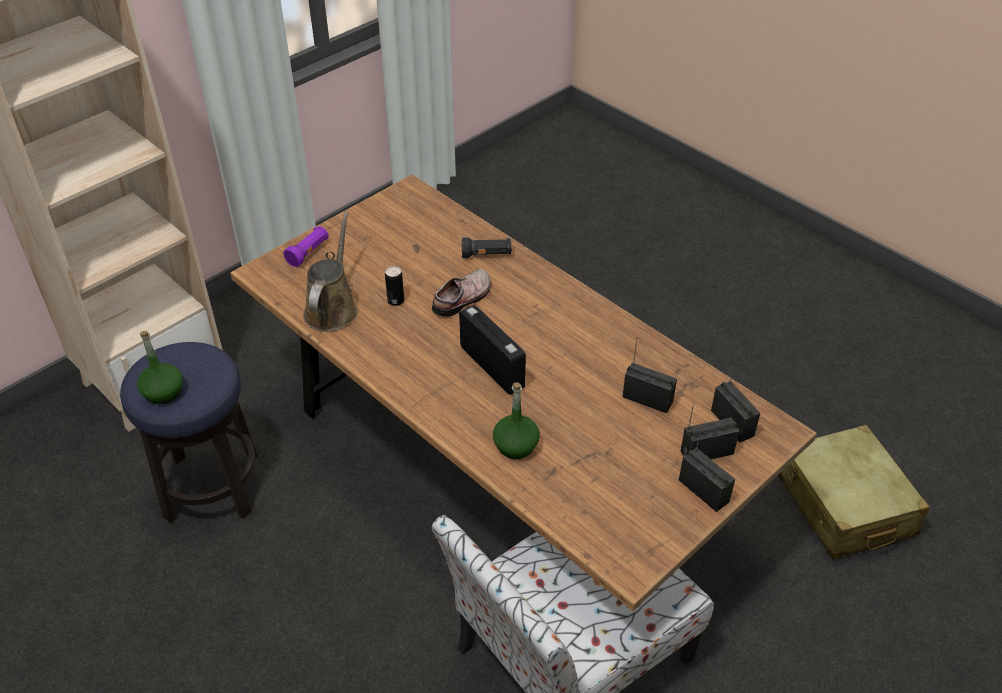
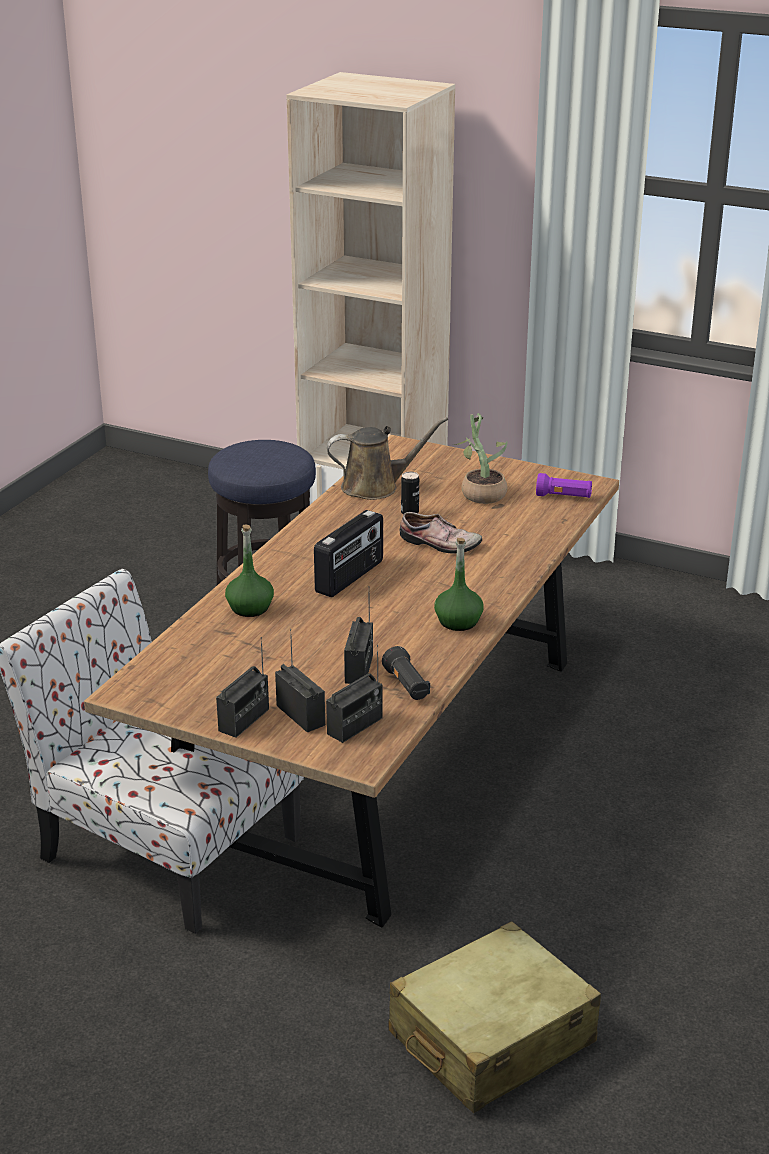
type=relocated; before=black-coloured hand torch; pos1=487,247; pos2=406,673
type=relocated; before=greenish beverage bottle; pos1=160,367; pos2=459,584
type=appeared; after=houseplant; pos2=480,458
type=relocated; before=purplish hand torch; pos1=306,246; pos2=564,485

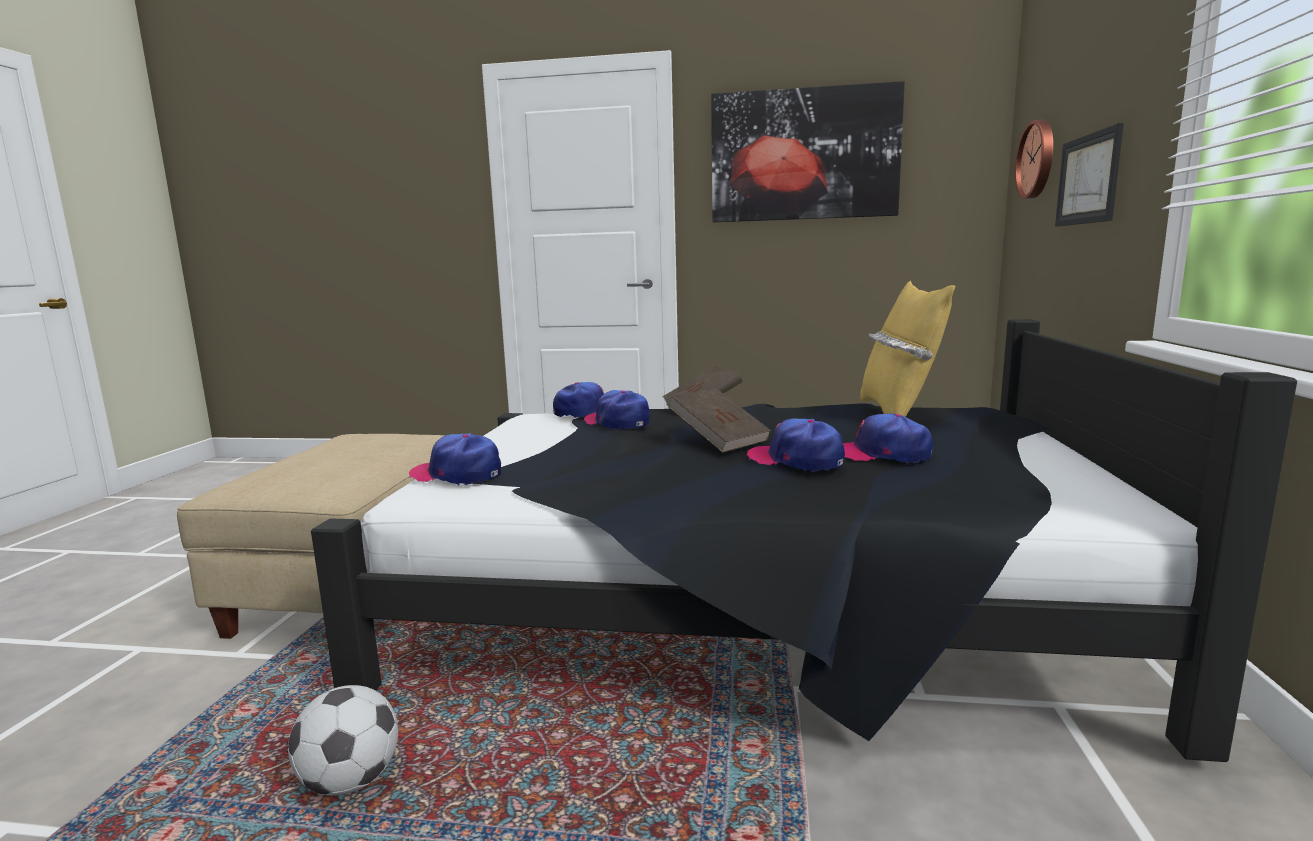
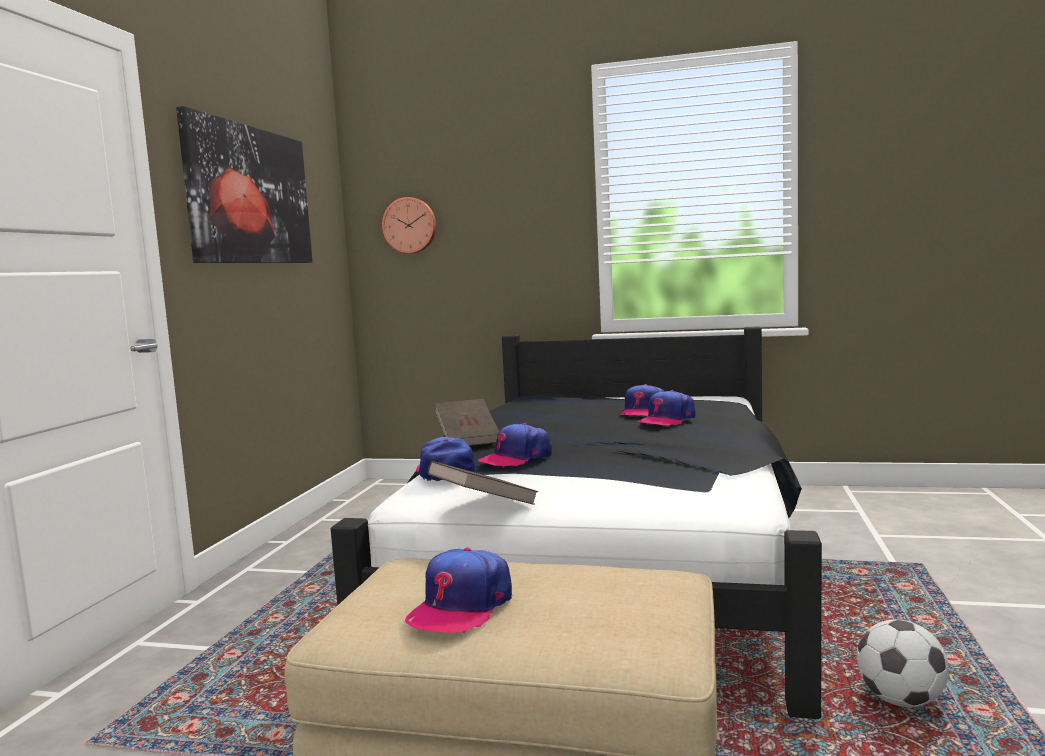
type=relocated; before=baseball cap; pos1=455,459; pos2=458,591
type=relocated; before=brown book; pos1=719,420; pos2=483,483
type=missing; before=yellow-coloured cushion; pos1=908,349
type=missing; before=picture; pos1=1089,175

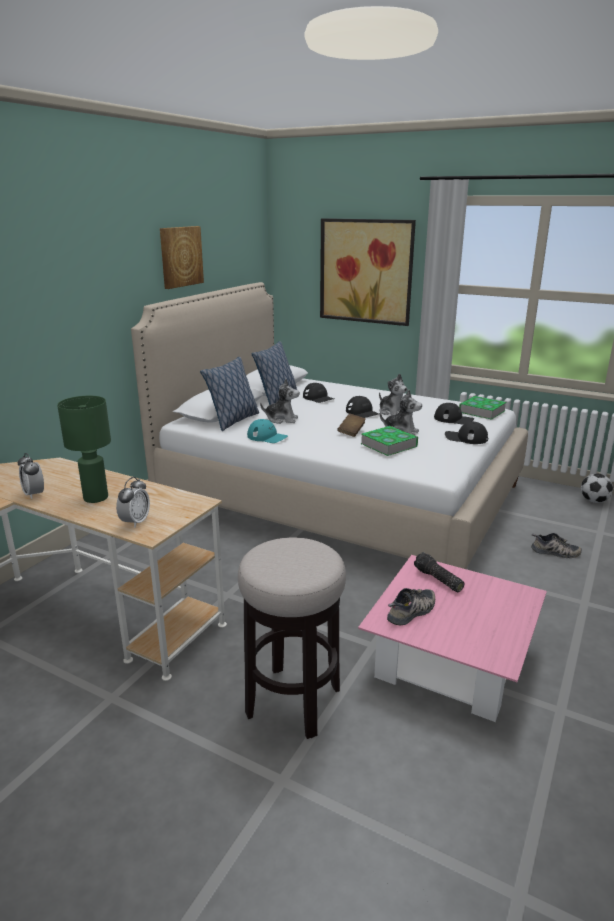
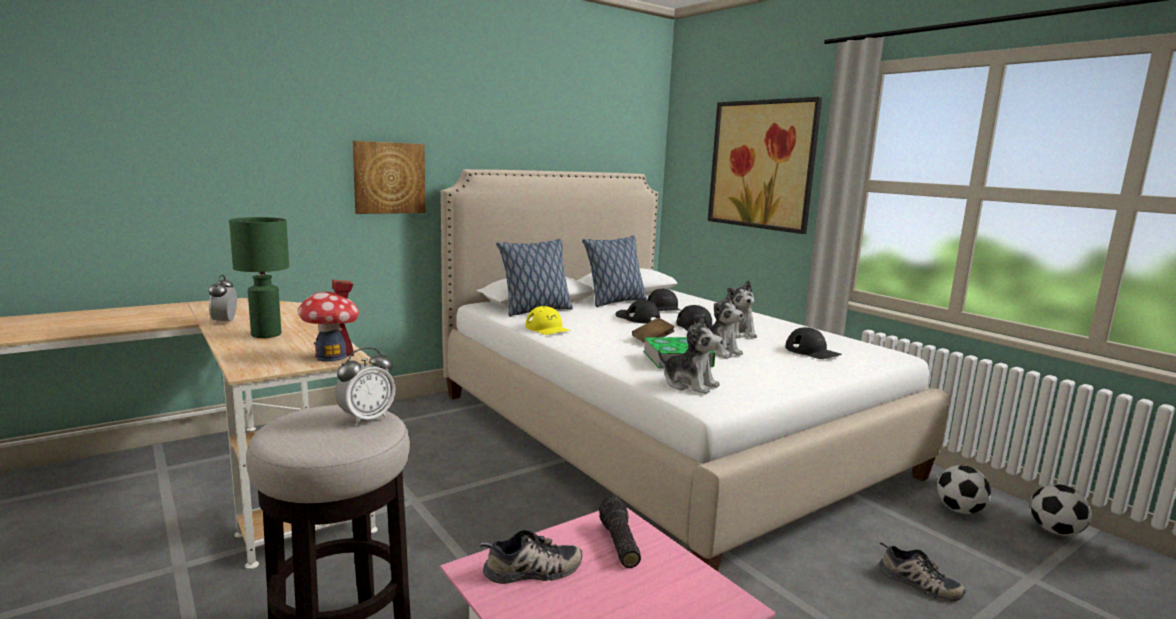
type=appeared; after=miniature house; pos2=328,321
type=relocated; before=bedside clock; pos1=133,502; pos2=365,386
type=relocated; before=picture; pos1=182,257; pos2=389,177
type=colour; before=blue-green baseball cap; after=yellow-coloured baseball cap; pos1=267,431; pos2=548,320
type=relocated; before=black-coloured baseball cap; pos1=466,433; pos2=637,311
type=relocated; before=plush toy; pos1=280,401; pos2=690,354
type=appeared; after=football ball; pos2=964,489
type=missing; before=book; pos1=483,408

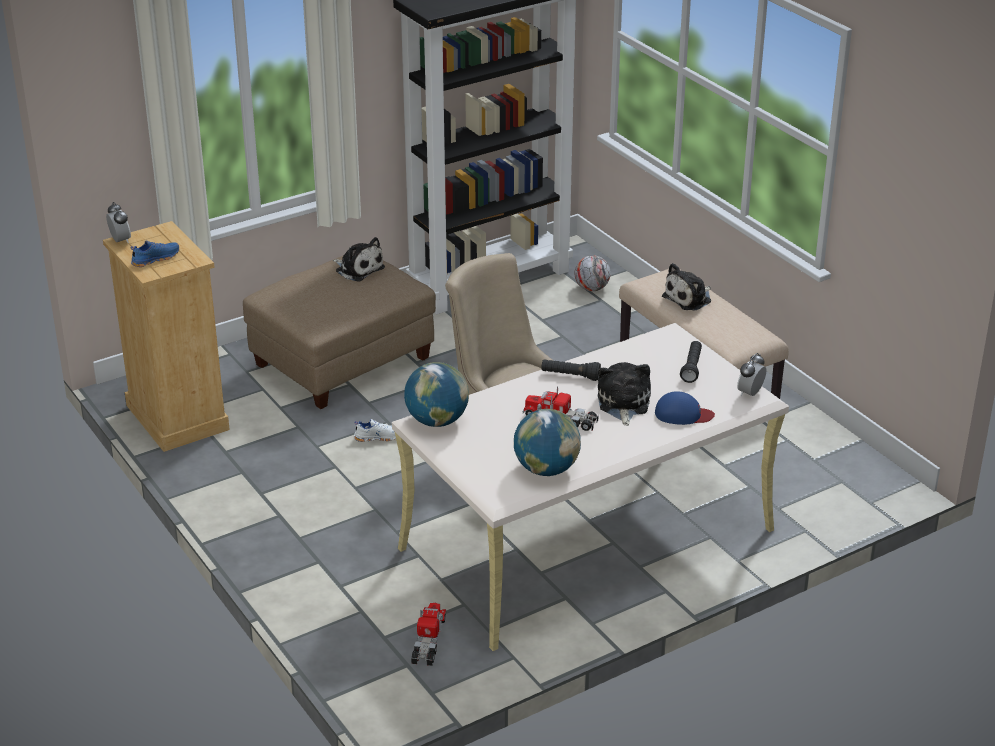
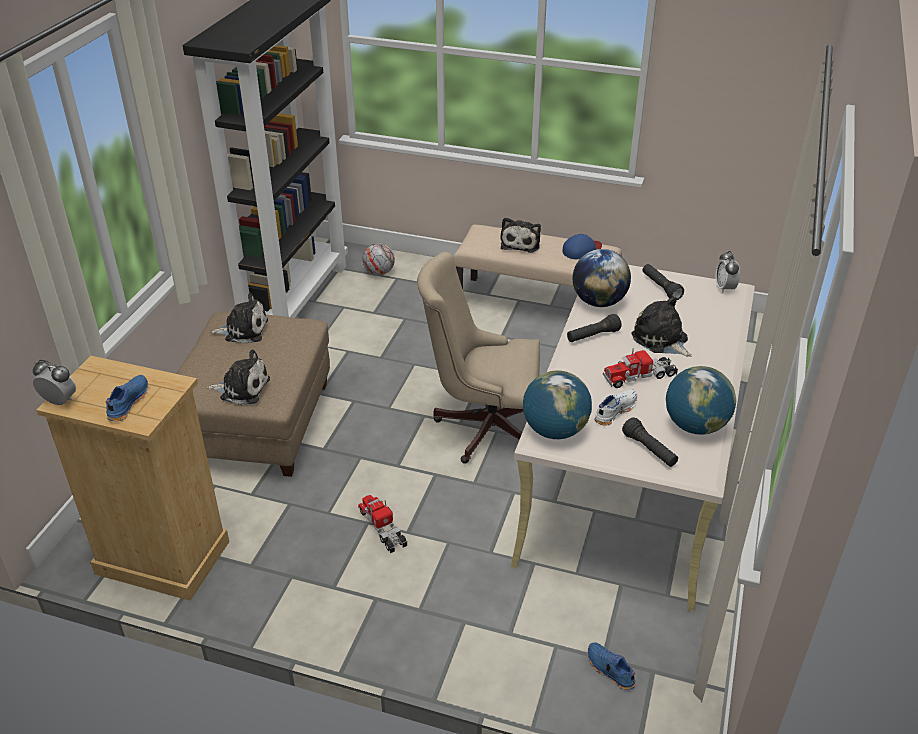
type=appeared; after=plush toy; pos2=238,377
type=relocated; before=model truck; pos1=428,634; pos2=382,524
type=relocated; before=blue baseball cap; pos1=685,408; pos2=582,246
type=appeared; after=globe; pos2=602,278
type=appeared; after=blue shoe; pos2=612,666
type=relocated; before=whitish shoe; pos1=375,430; pos2=615,408
type=appeared; after=black-coloured hand torch; pos2=650,442

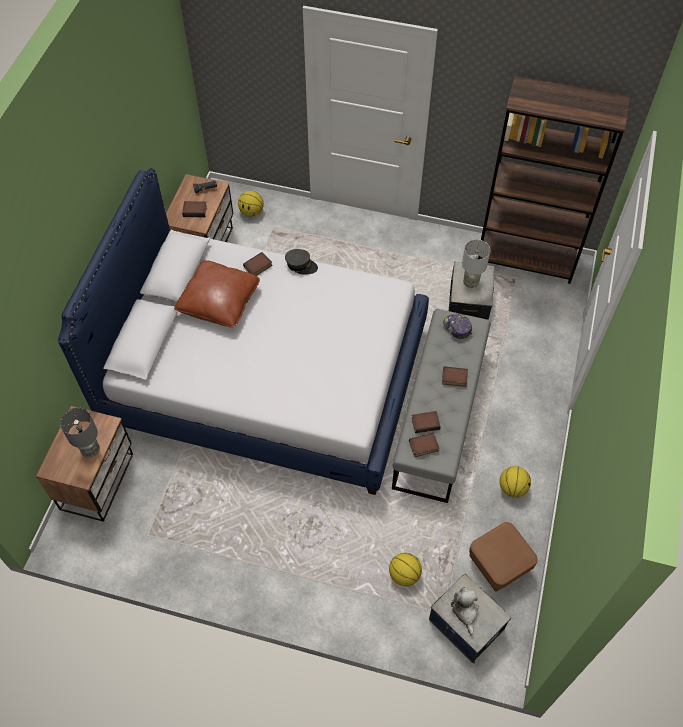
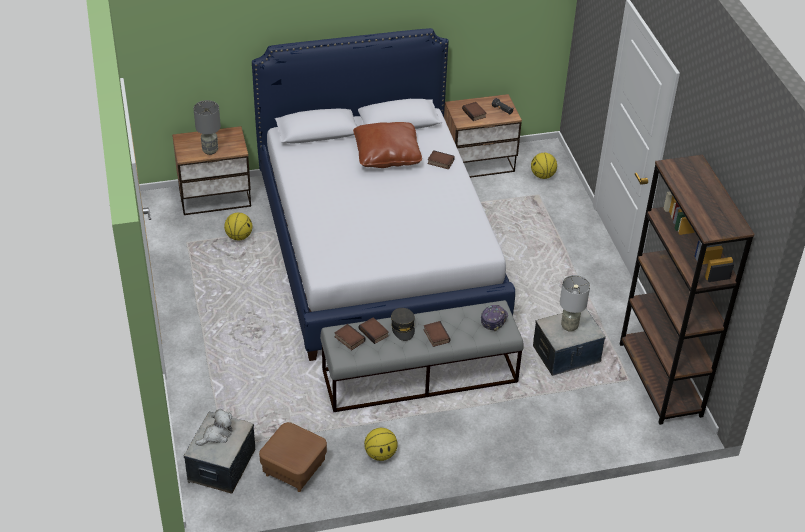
type=relocated; before=ball for basketball; pos1=405,569; pos2=238,226
type=relocated; before=grey baseball cap; pos1=301,261; pos2=403,324

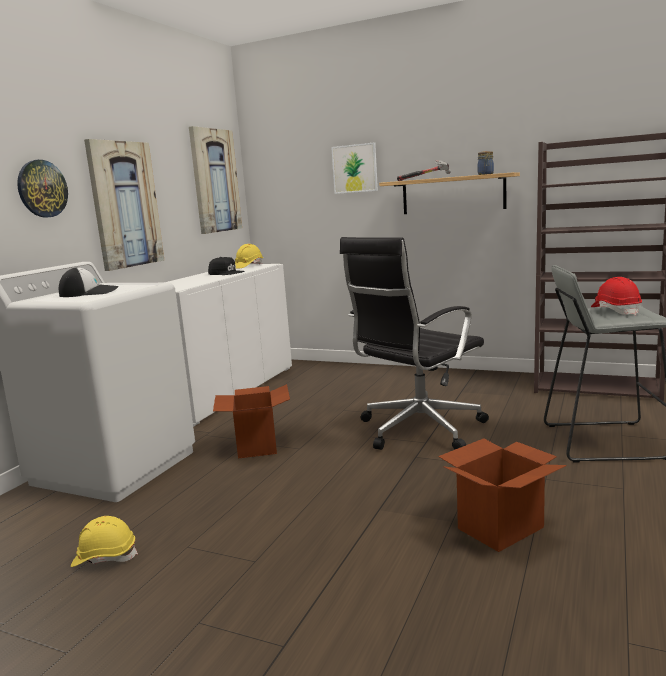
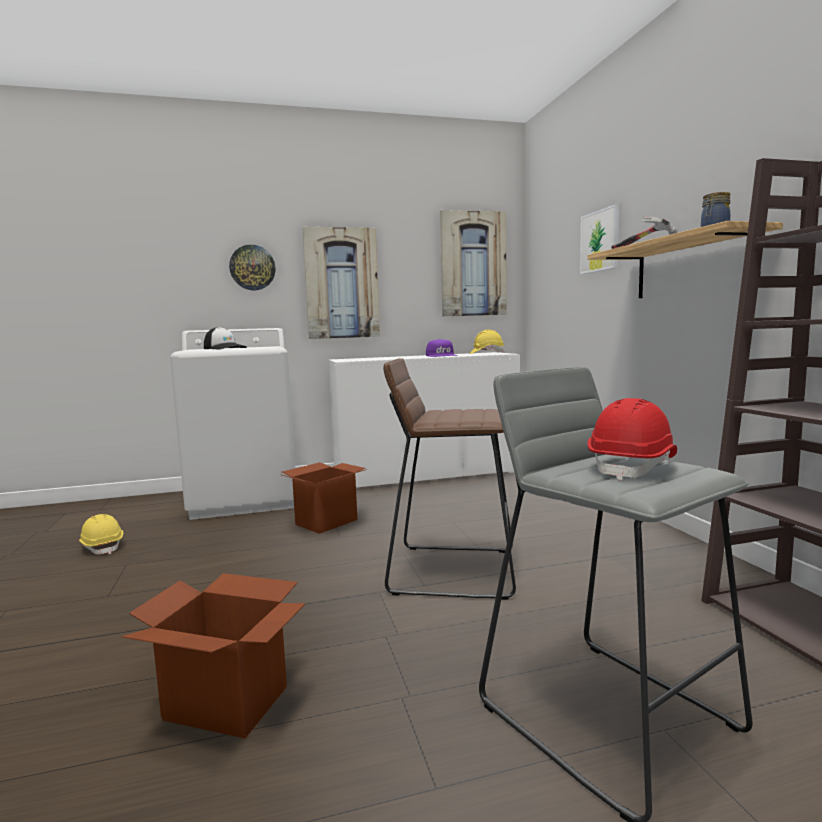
type=exchanged; before=black-coloured computer chair; after=brown stool seat; pos1=414,343; pos2=449,479
type=colour; before=black-coloured baseball cap; after=purplish baseball cap; pos1=226,266; pos2=441,348

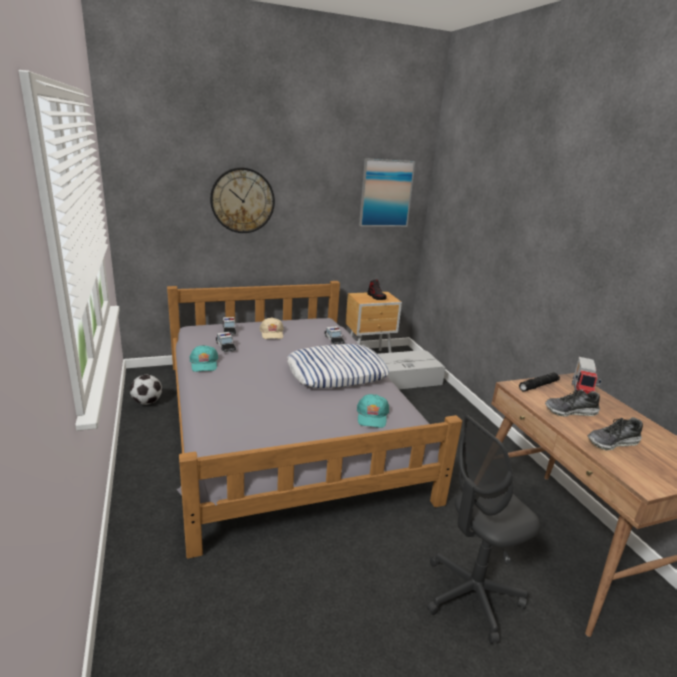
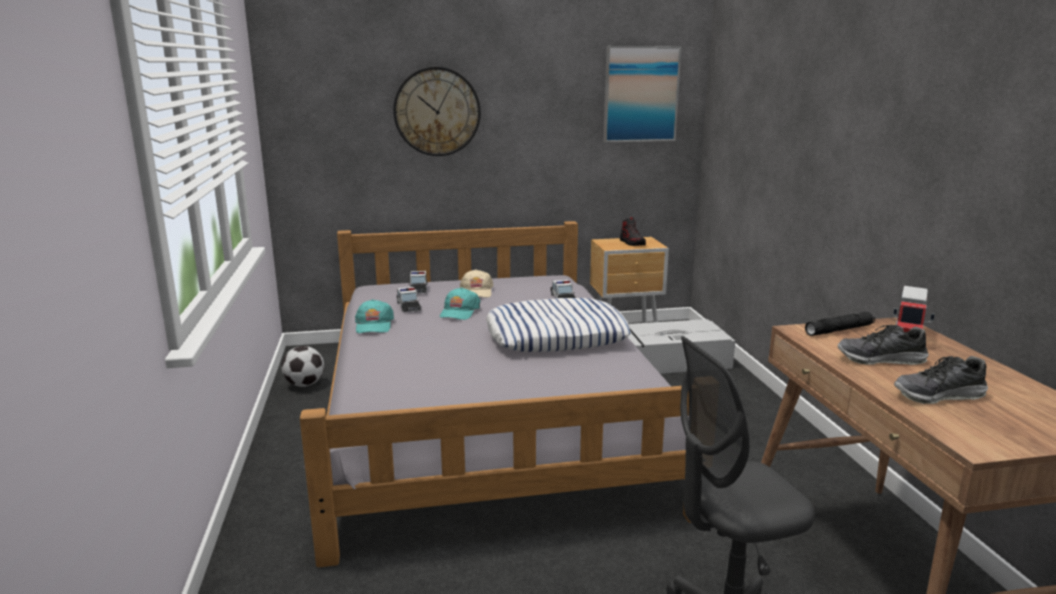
type=relocated; before=blue-green baseball cap; pos1=373,411; pos2=460,303

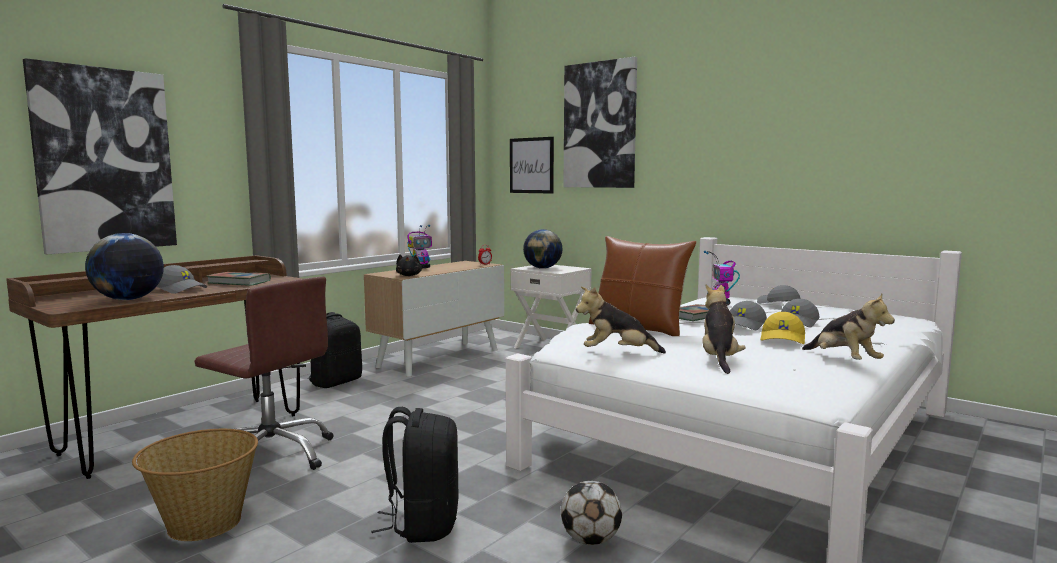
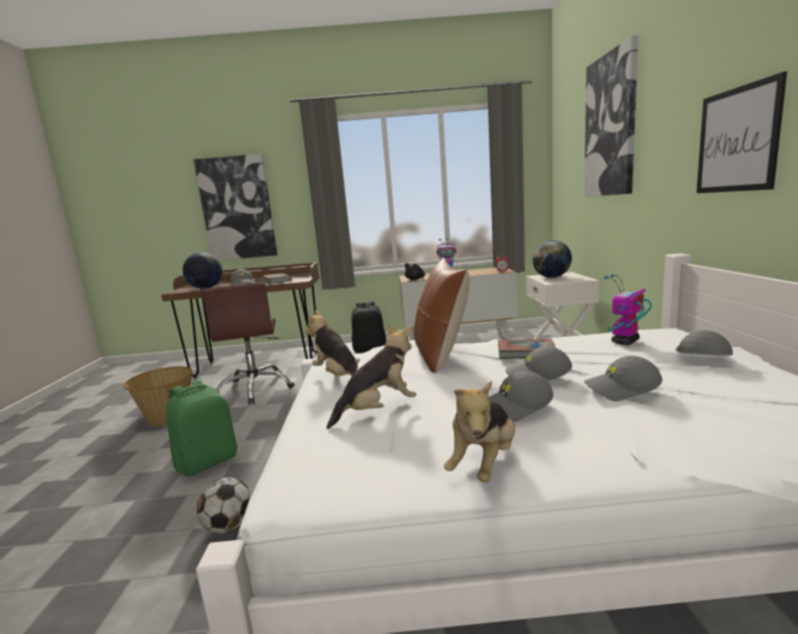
type=colour; before=black-coloured backpack; after=greenish backpack; pos1=414,475; pos2=201,428
type=colour; before=yellow-coloured baseball cap; after=grey baseball cap; pos1=783,328; pos2=521,396
type=relocated; before=picture; pos1=532,165; pos2=742,132

